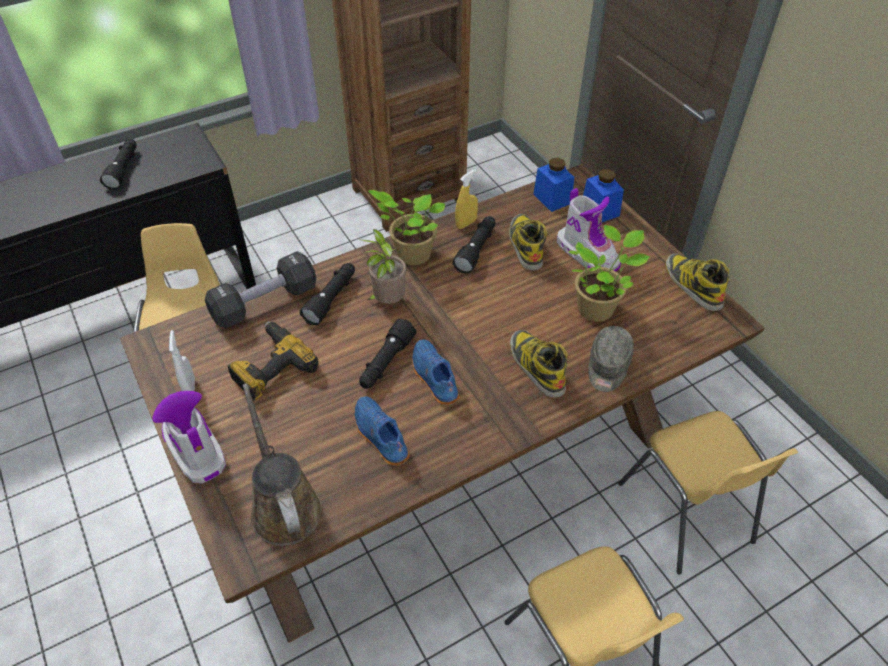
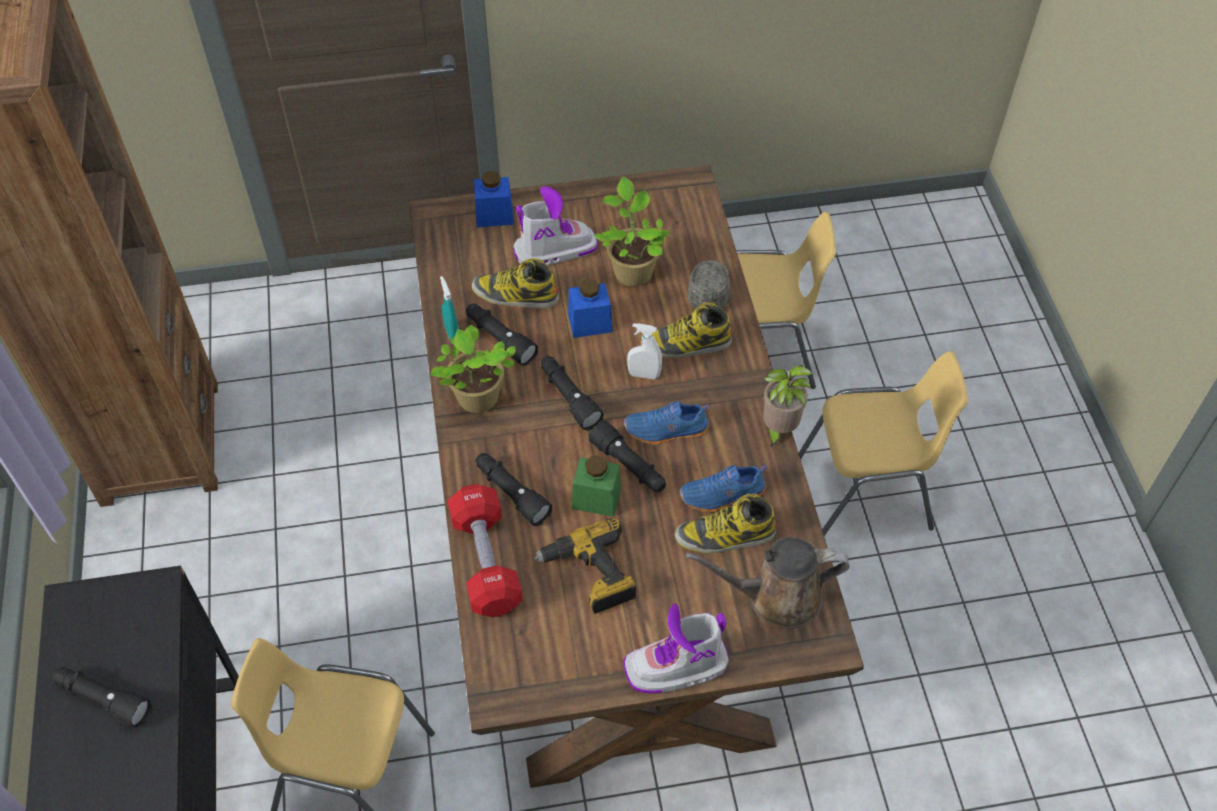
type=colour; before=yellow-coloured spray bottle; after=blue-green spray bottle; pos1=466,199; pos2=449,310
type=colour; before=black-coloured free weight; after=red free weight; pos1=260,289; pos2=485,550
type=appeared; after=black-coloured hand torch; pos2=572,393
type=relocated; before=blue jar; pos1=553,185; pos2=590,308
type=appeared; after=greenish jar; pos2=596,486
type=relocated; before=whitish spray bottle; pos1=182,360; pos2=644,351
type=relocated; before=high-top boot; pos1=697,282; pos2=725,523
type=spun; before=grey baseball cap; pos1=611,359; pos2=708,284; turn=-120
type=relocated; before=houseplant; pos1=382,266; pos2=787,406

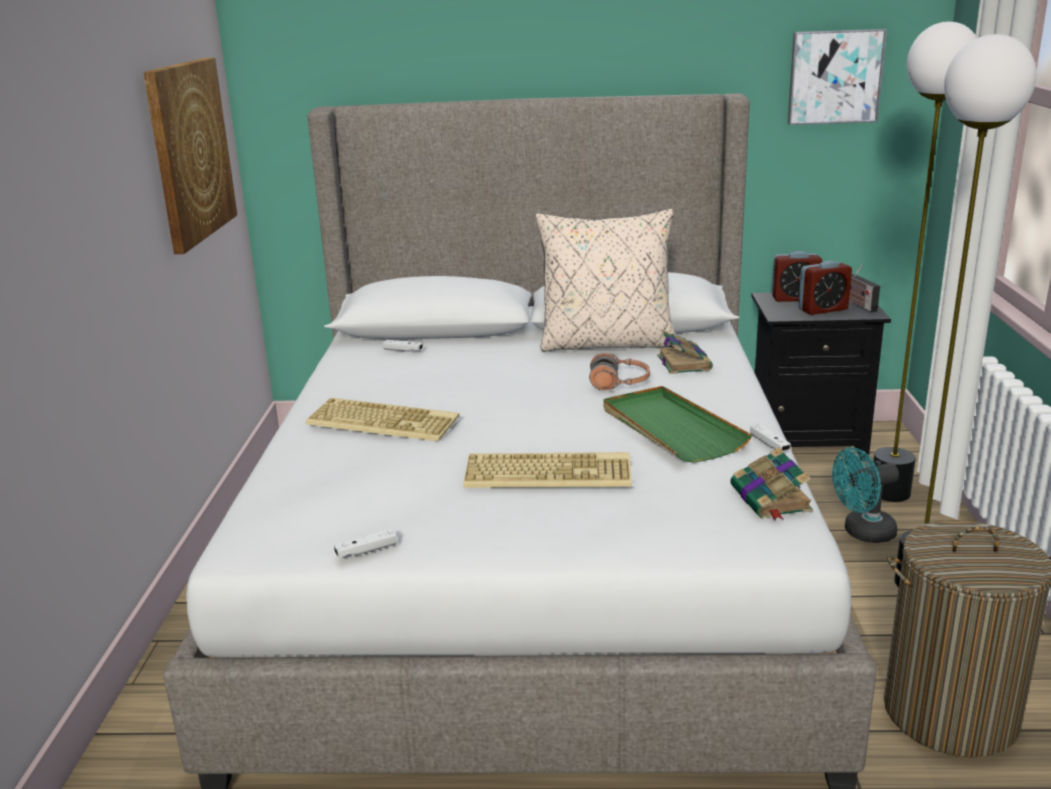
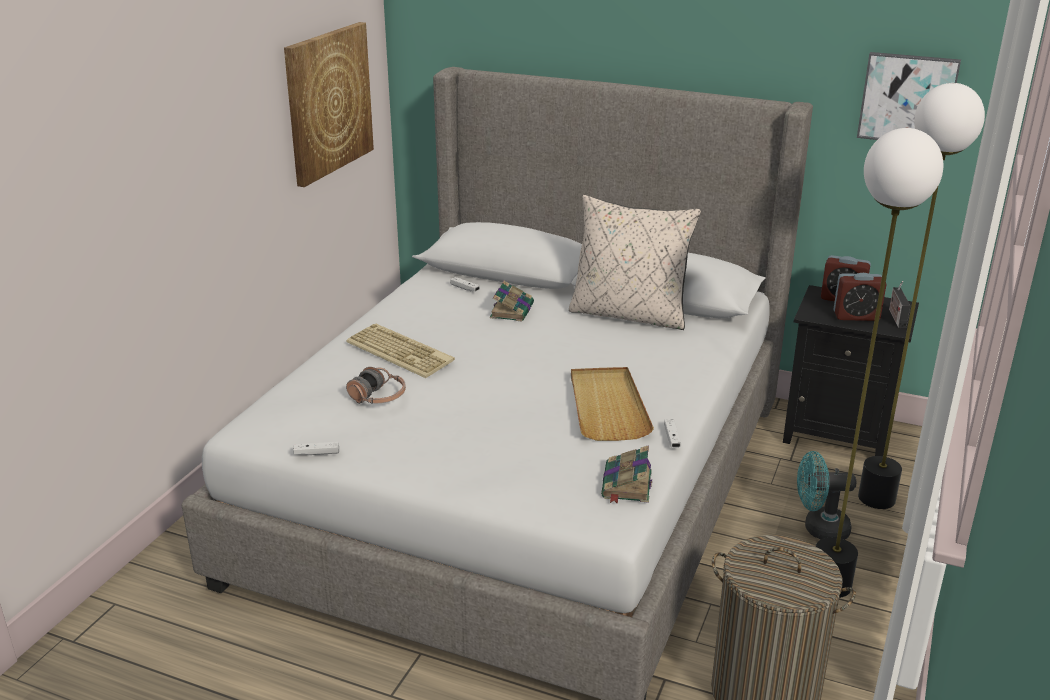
type=relocated; before=headset; pos1=619,371; pos2=376,385
type=relocated; before=book; pos1=685,352; pos2=512,301
type=colour; before=greenish serving tray; after=sand-coloured serving tray; pos1=677,424; pos2=612,404
type=missing; before=PC keyboard; pos1=547,470

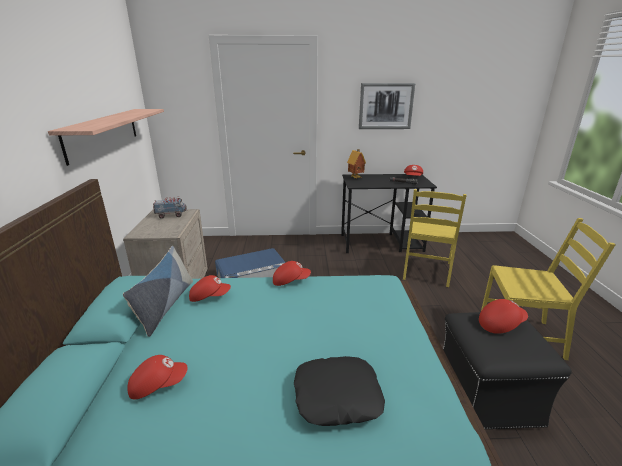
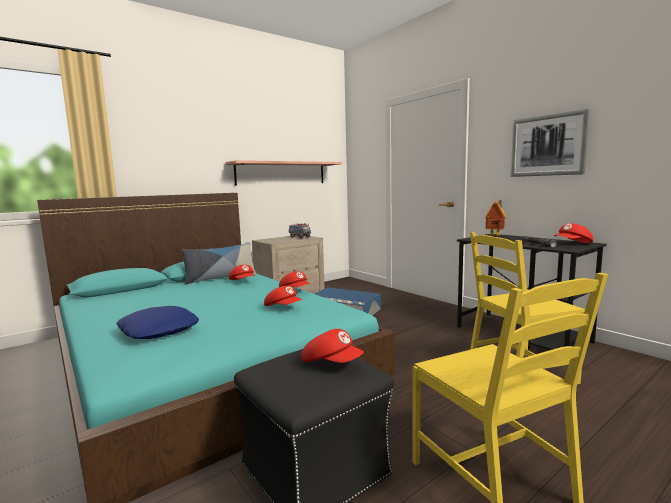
type=colour; before=black-coloured cushion; after=blue cushion; pos1=339,391; pos2=157,322
type=relocated; before=red baseball cap; pos1=158,377; pos2=283,296

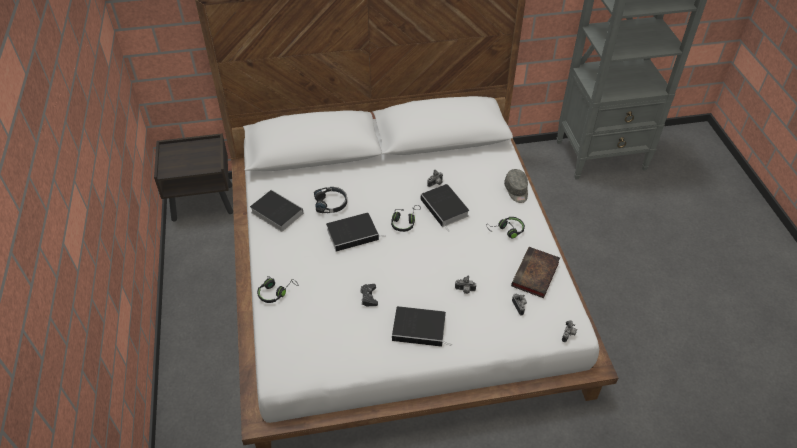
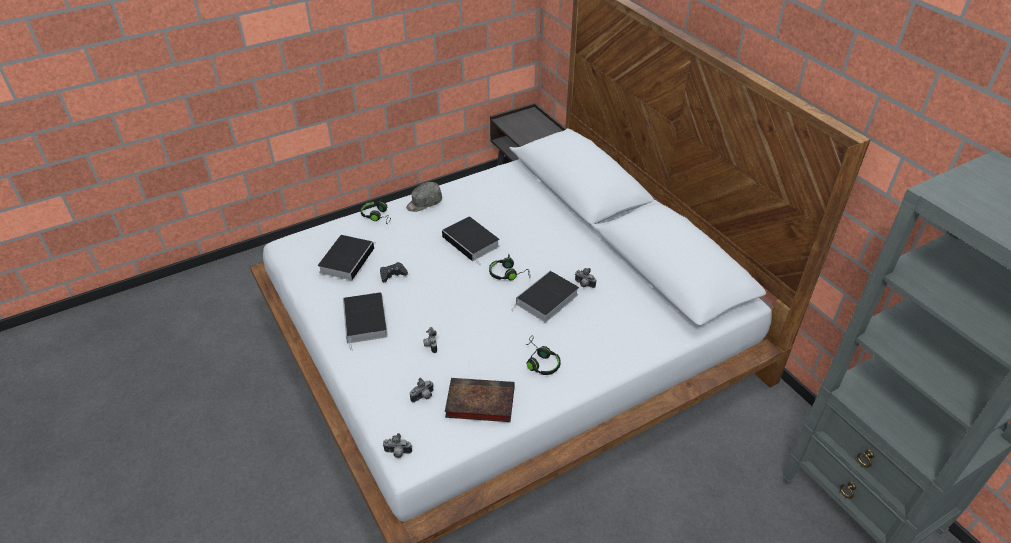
type=relocated; before=book; pos1=277,211; pos2=347,257
type=relocated; before=grey baseball cap; pos1=516,186; pos2=424,197
type=missing; before=black-coloured headset; pos1=330,200

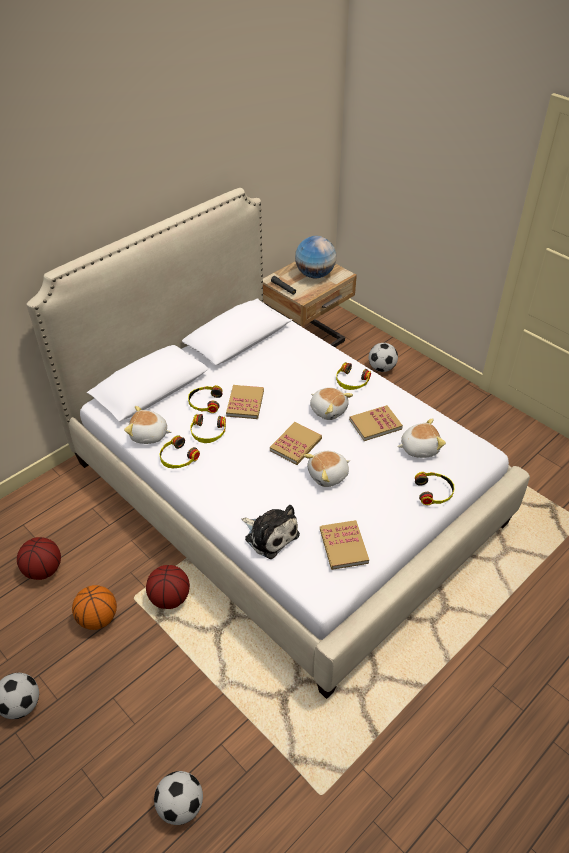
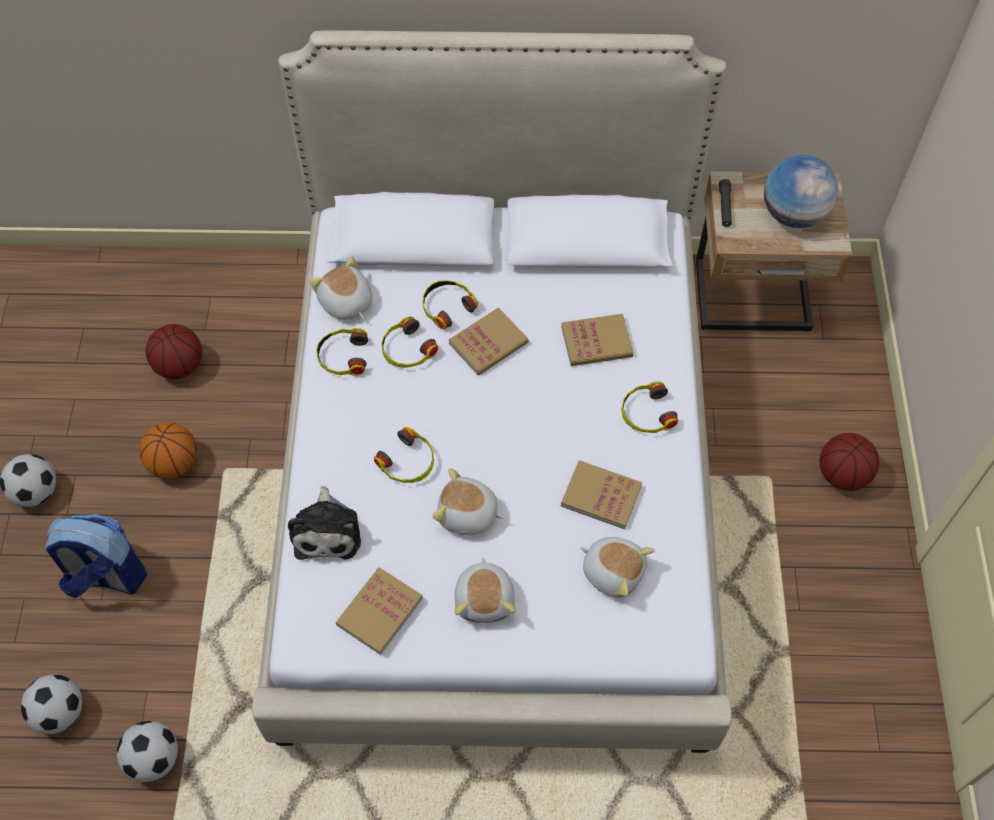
type=appeared; after=backpack; pos2=95,556
type=relocated; before=football ball; pos1=383,357; pos2=147,751
type=relocated; before=headset; pos1=435,488; pos2=404,455
type=relocated; before=plush toy; pos1=331,403; pos2=485,590
type=relocated; before=book; pos1=296,443; pos2=597,339
type=relocated; before=ball for basketball; pos1=168,587; pos2=849,462

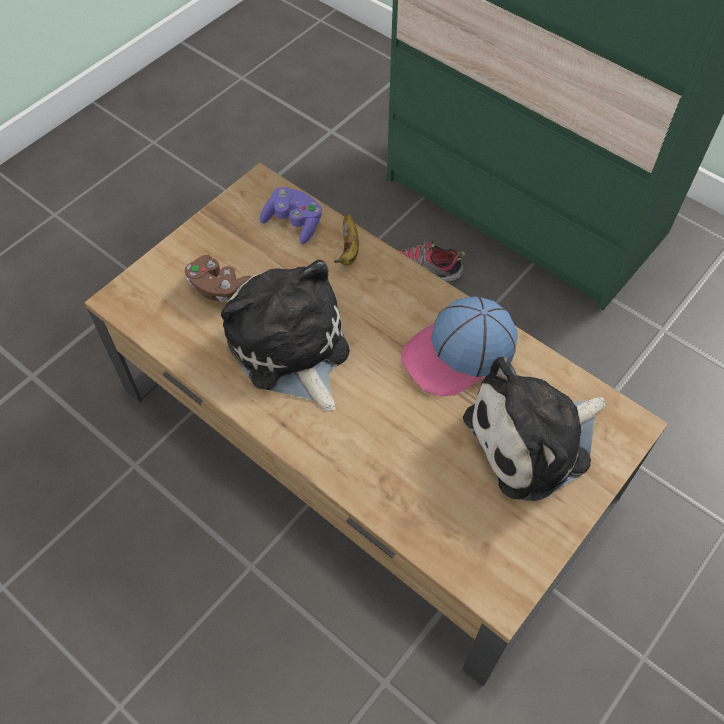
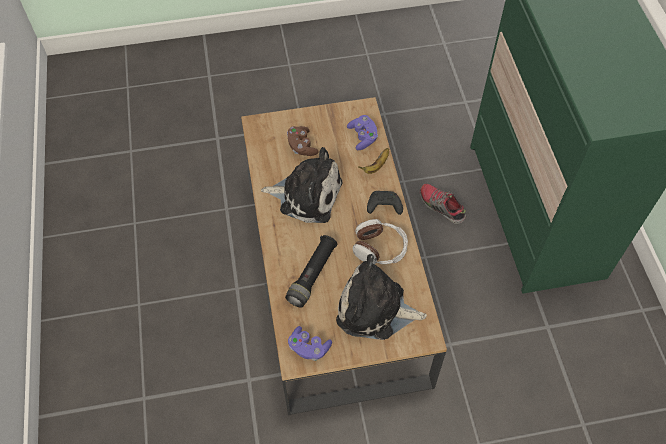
type=spun; before=plush toy; pos1=285,335; pos2=301,185; turn=90
type=appeared; after=black-coloured hand torch; pos2=311,271
type=appeared; after=purplish joypad; pos2=310,343
type=exchanged; before=baseball cap; after=headset; pos1=459,346; pos2=380,241
type=appeared; after=black-coloured joypad; pos2=385,203

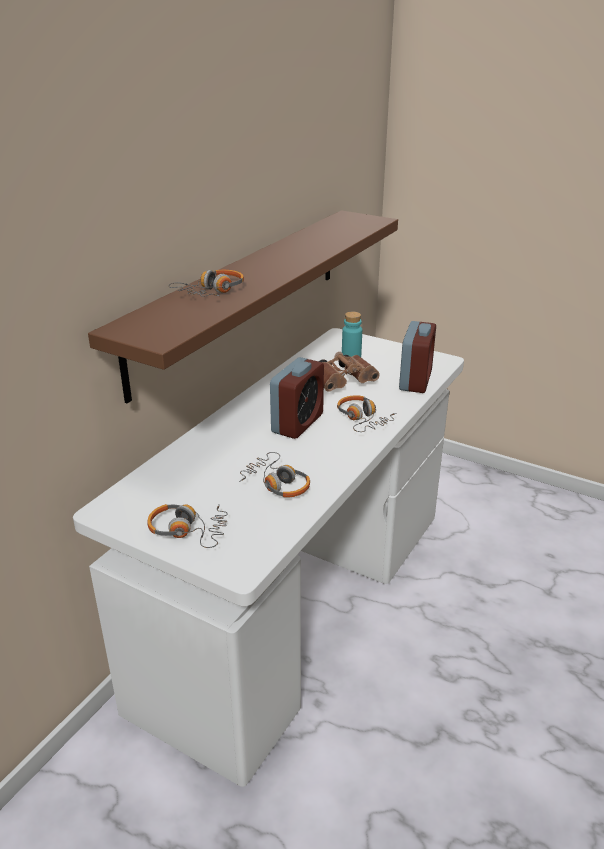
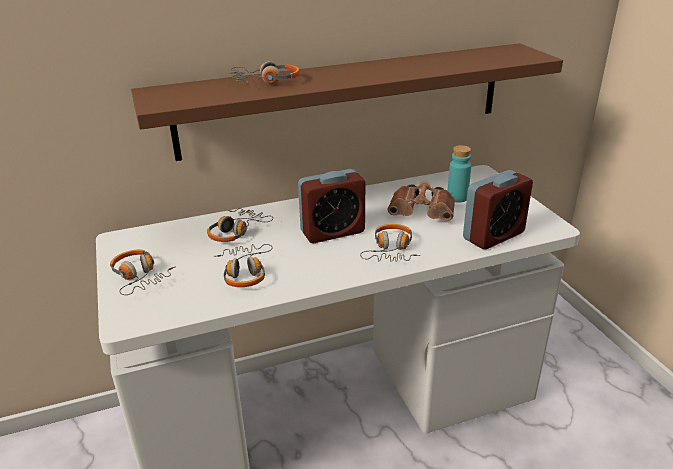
type=appeared; after=headset; pos2=240,225

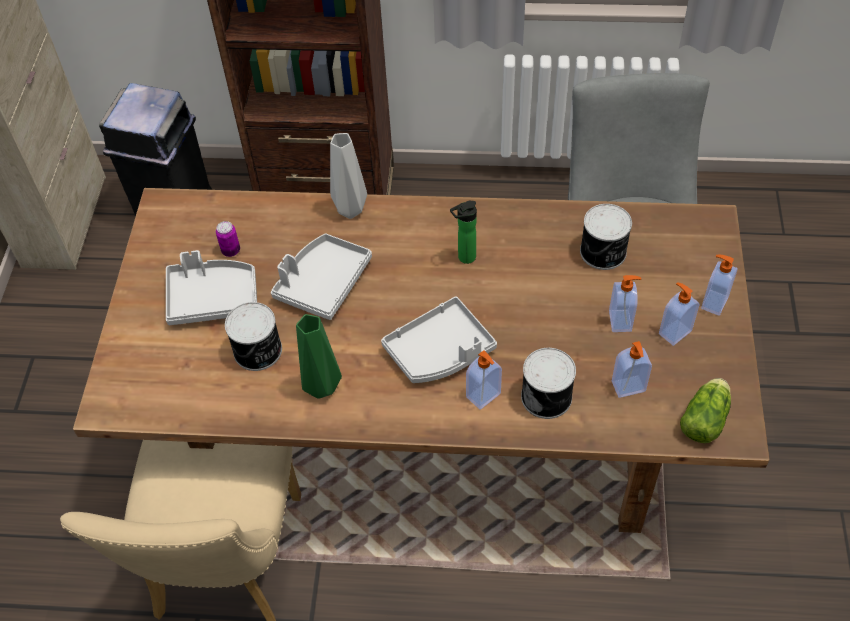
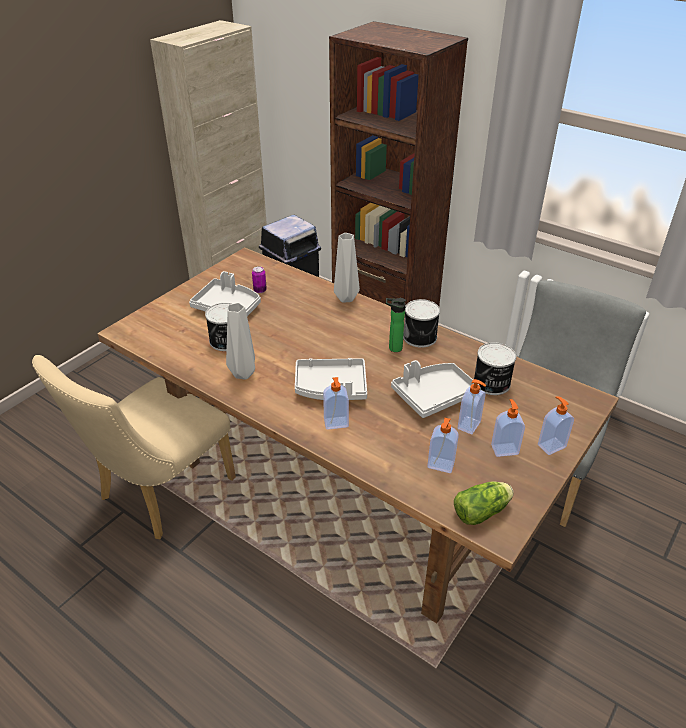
type=colour; before=greenish decorative vase; after=grey decorative vase; pos1=319,356; pos2=240,341
type=relocated; before=grey serving tray; pos1=321,277; pos2=436,389
type=relocated; before=metal can; pos1=548,383; pos2=421,323

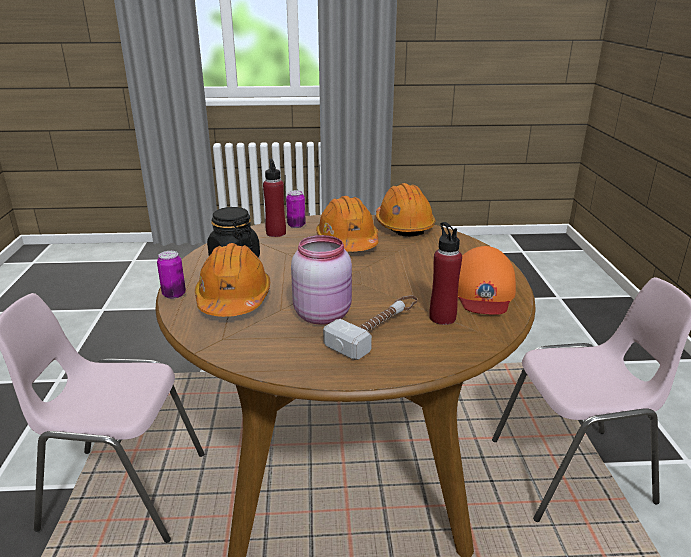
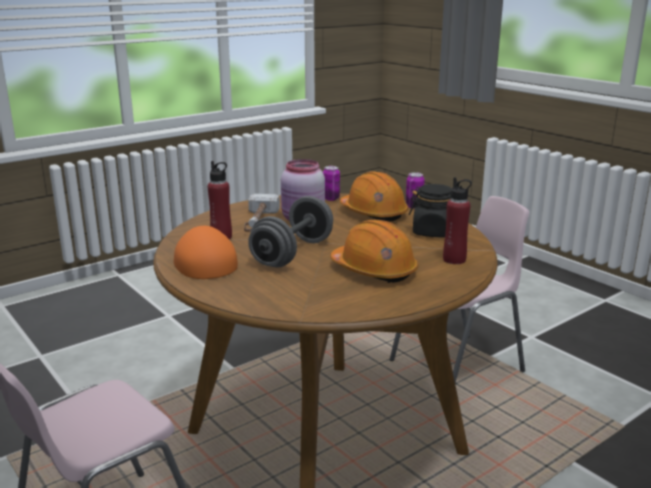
type=appeared; after=grey free weight; pos2=290,231
type=relocated; before=metal can; pos1=296,209; pos2=331,183
type=missing; before=orange hard hat; pos1=405,210

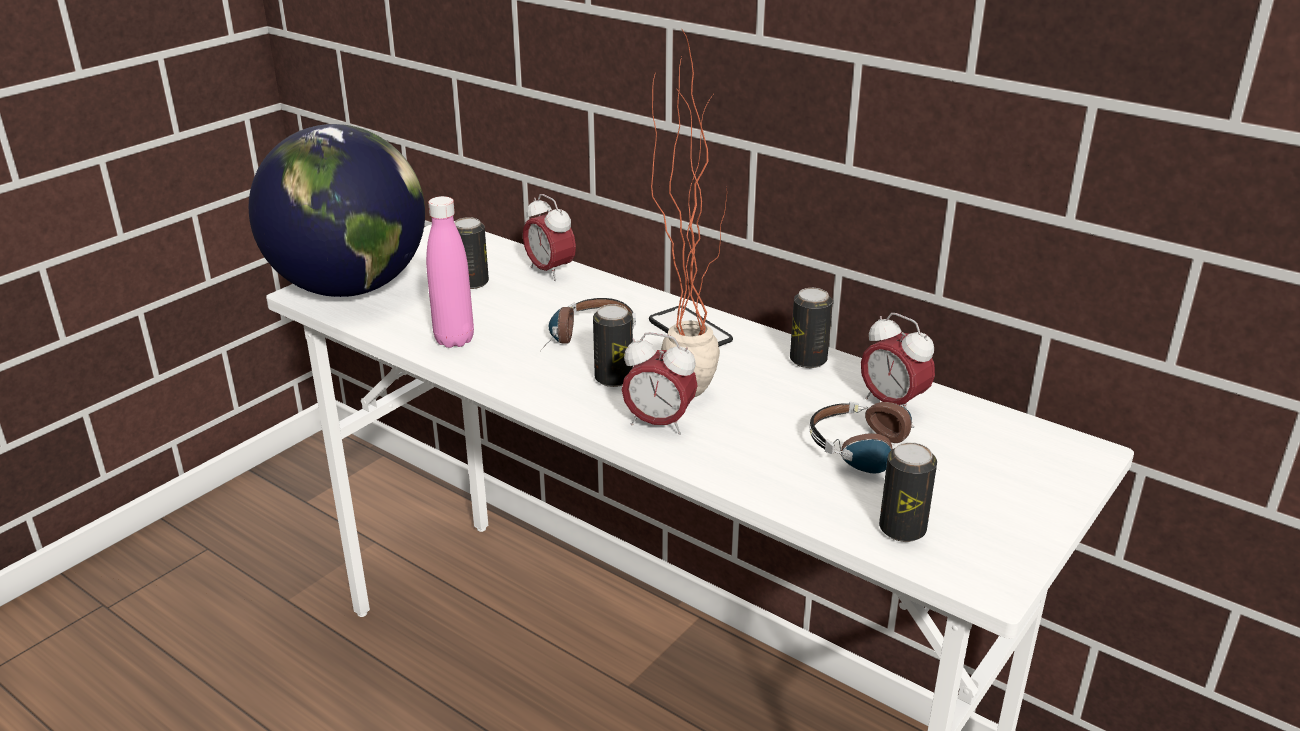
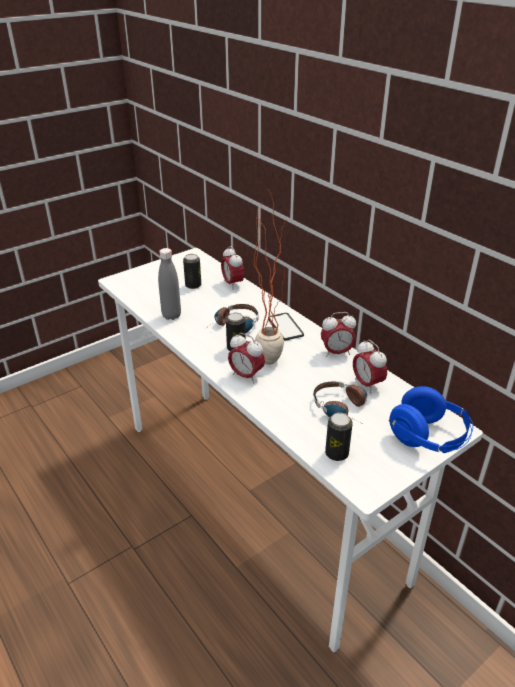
type=colour; before=pink-coloured beverage bottle; after=grey beverage bottle; pos1=450,272; pos2=169,284
type=exchanged; before=metal can; after=bedside clock; pos1=811,328; pos2=338,334
type=appeared; after=blue headset; pos2=431,419
type=missing; before=globe; pos1=337,210

